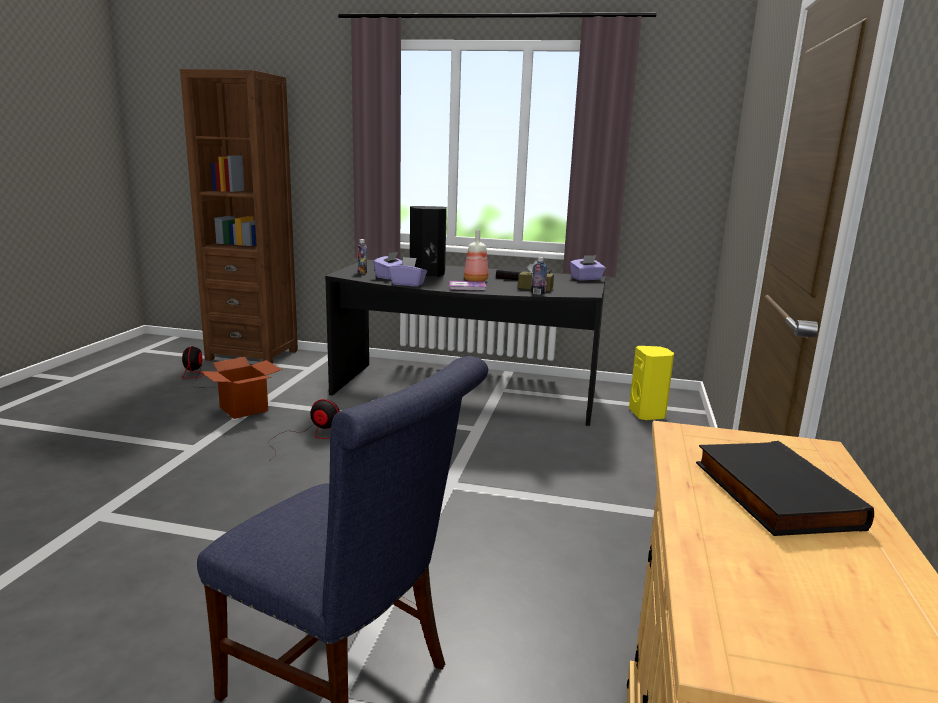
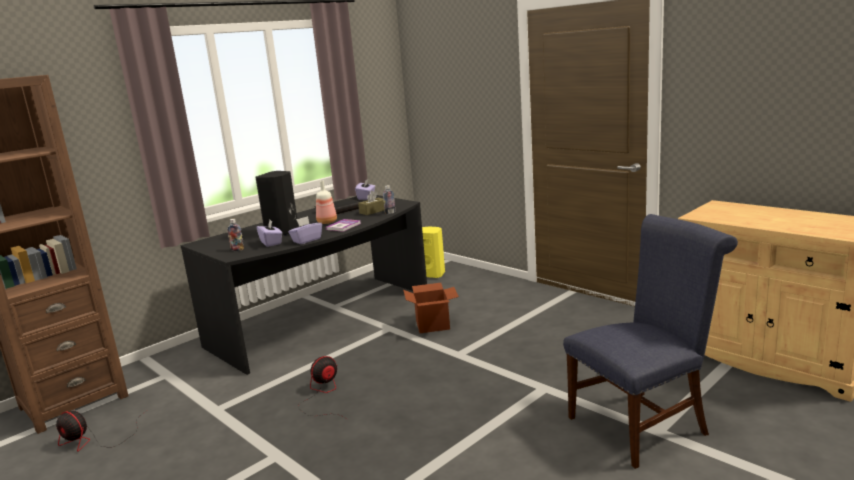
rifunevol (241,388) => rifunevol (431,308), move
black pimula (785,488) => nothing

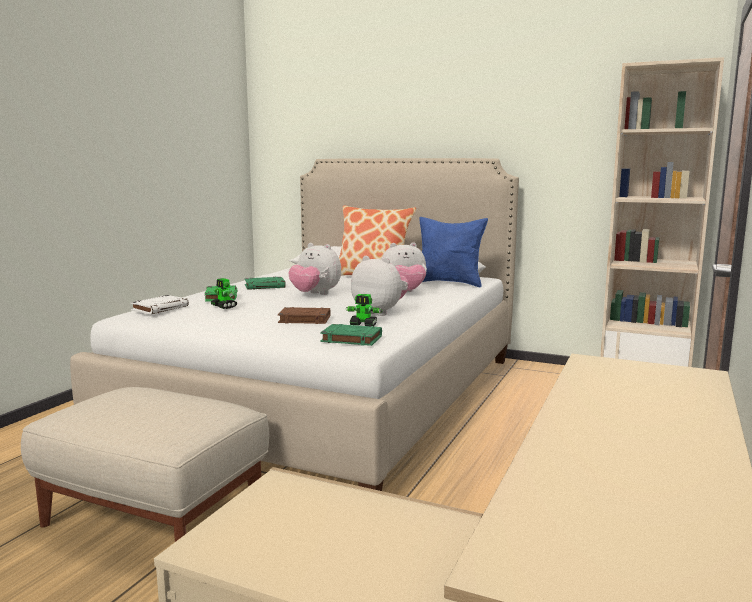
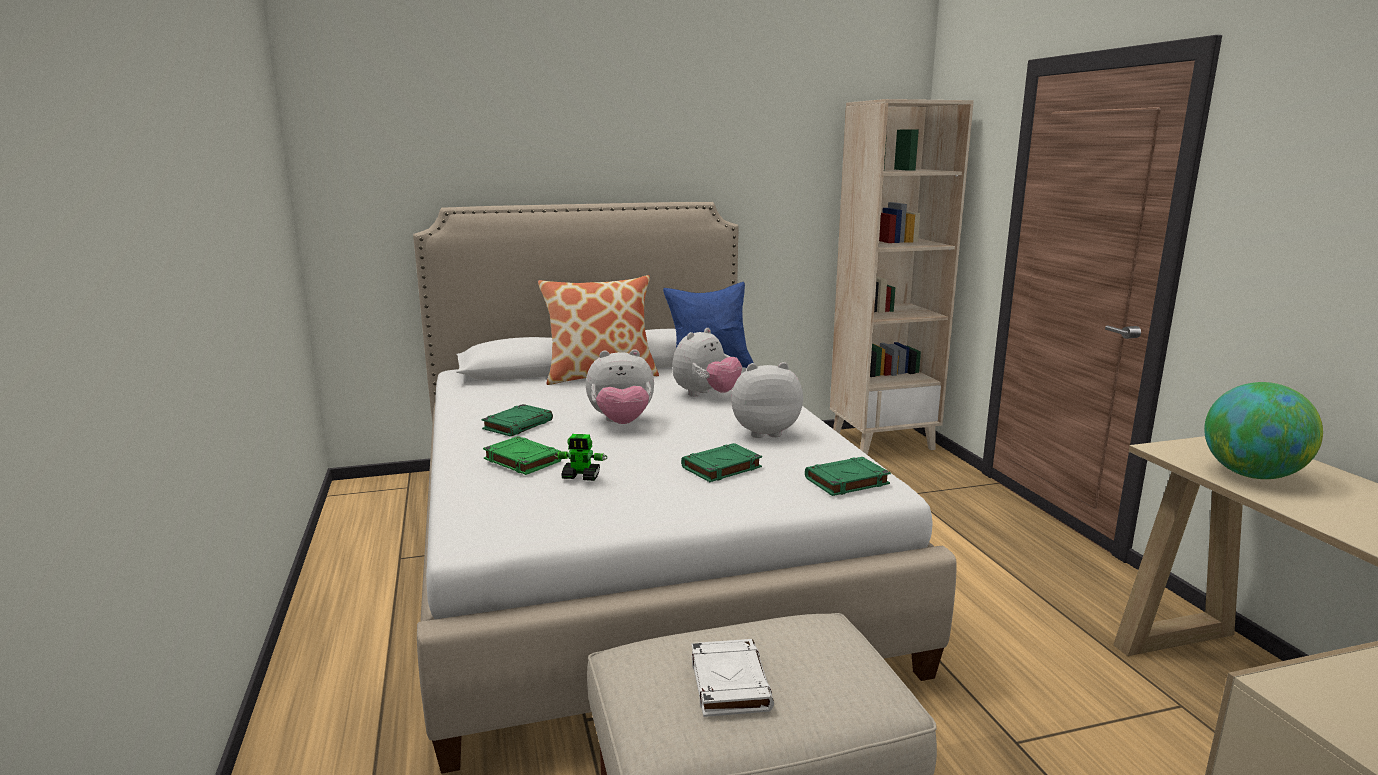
brown pimula (304,315) => green pimula (721,462)
white pimula (160,304) => white pimula (733,678), move
nothing => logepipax (1263,430)
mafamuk (364,310) => nothing

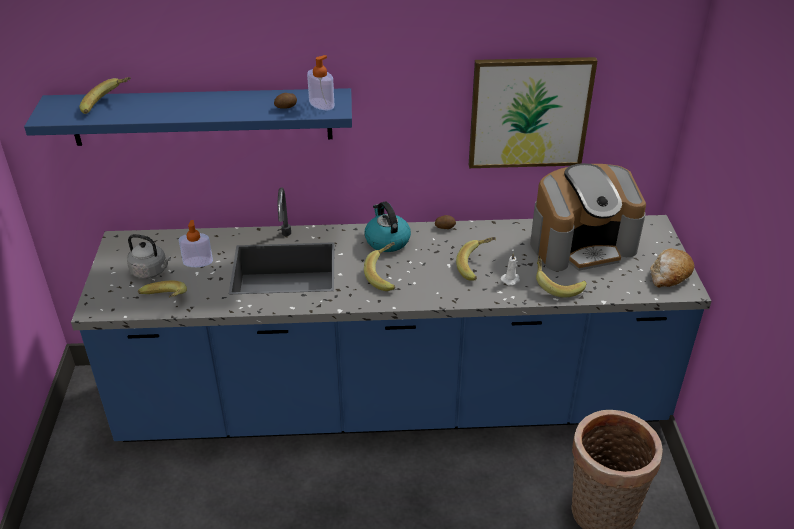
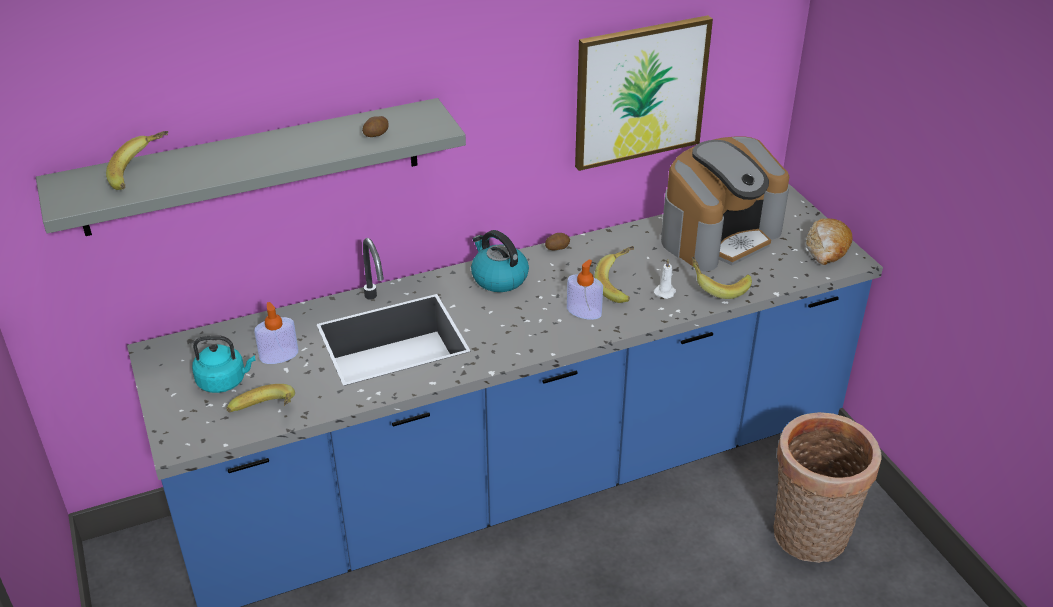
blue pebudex (188,117) => grey pebudex (251,167)
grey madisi (149,256) => turquoise madisi (224,364)
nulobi (320,82) => nulobi (585,290), move
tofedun (379,266) => nothing

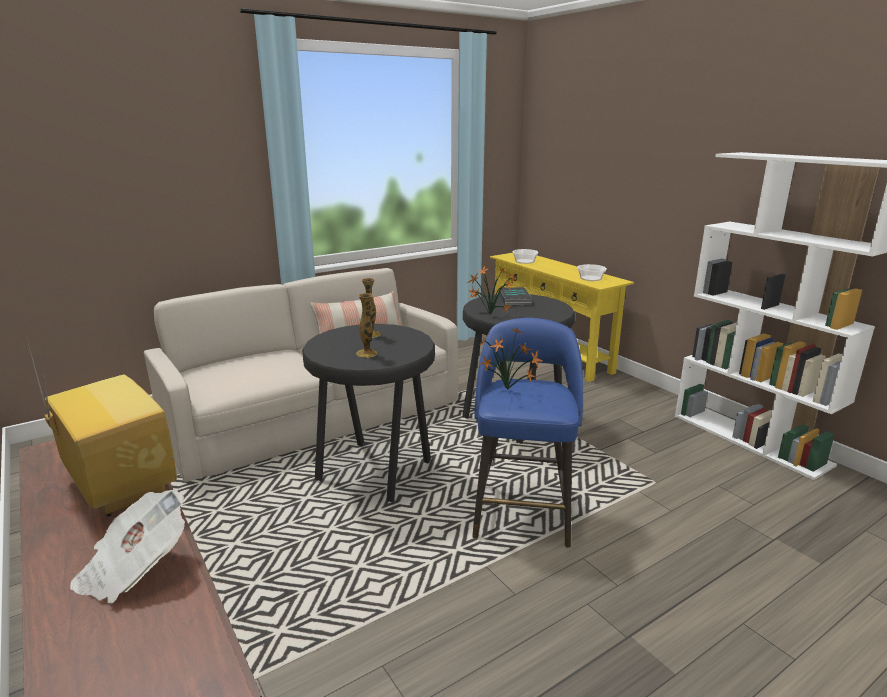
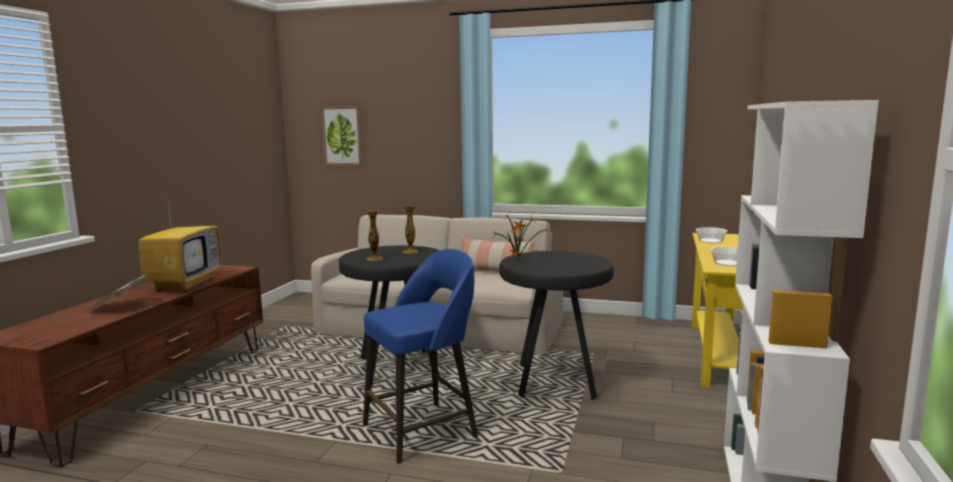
nothing => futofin (342,135)
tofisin (511,358) => nothing
pimula (515,296) => nothing

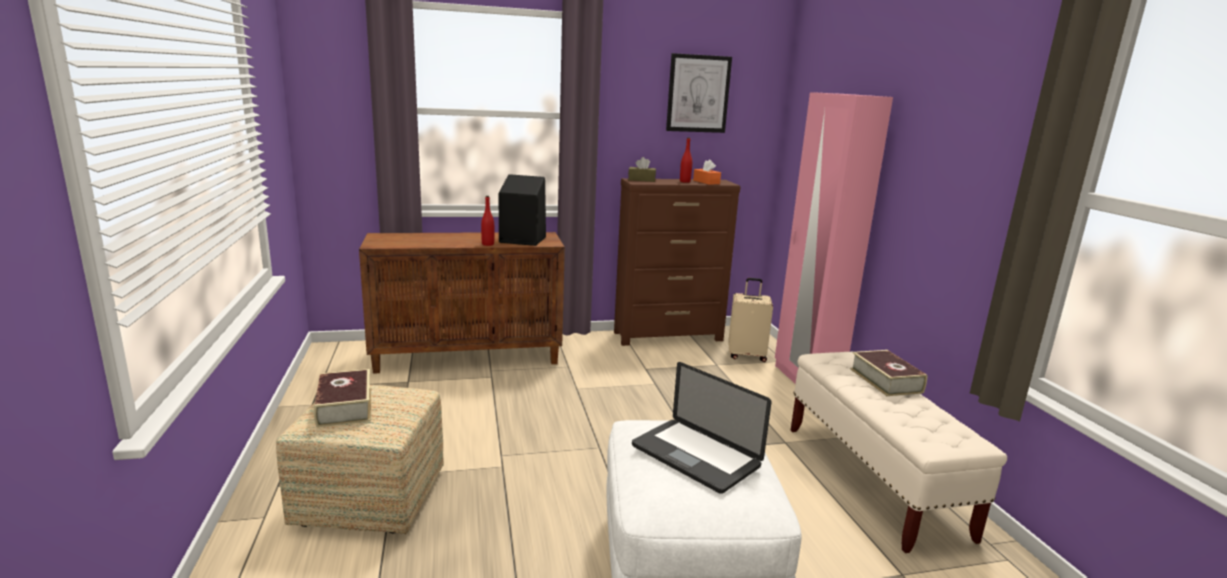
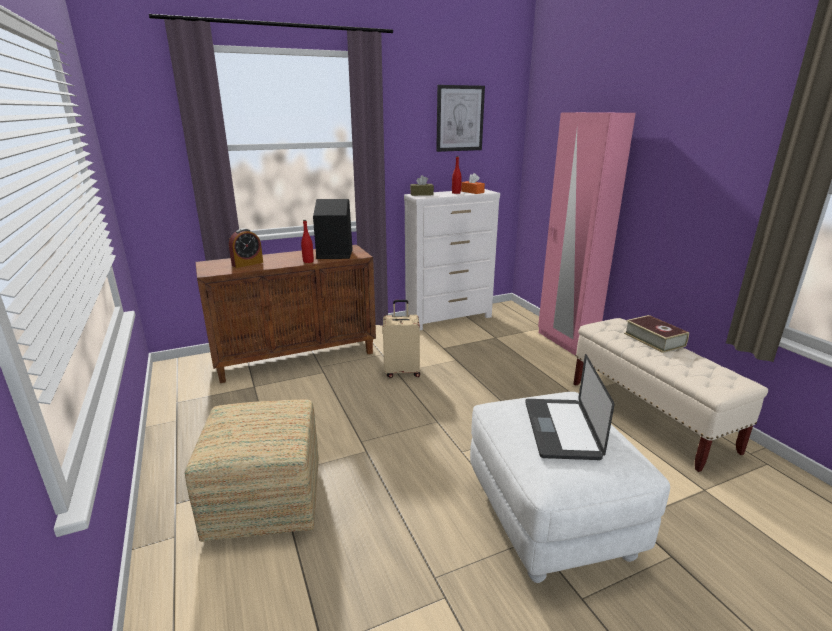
nothing => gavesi (246,248)
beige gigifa (750,320) => beige gigifa (401,339), move
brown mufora (677,262) => white mufora (452,259)
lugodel (701,428) => lugodel (569,407), 60 degrees clockwise
pimula (342,398) => nothing

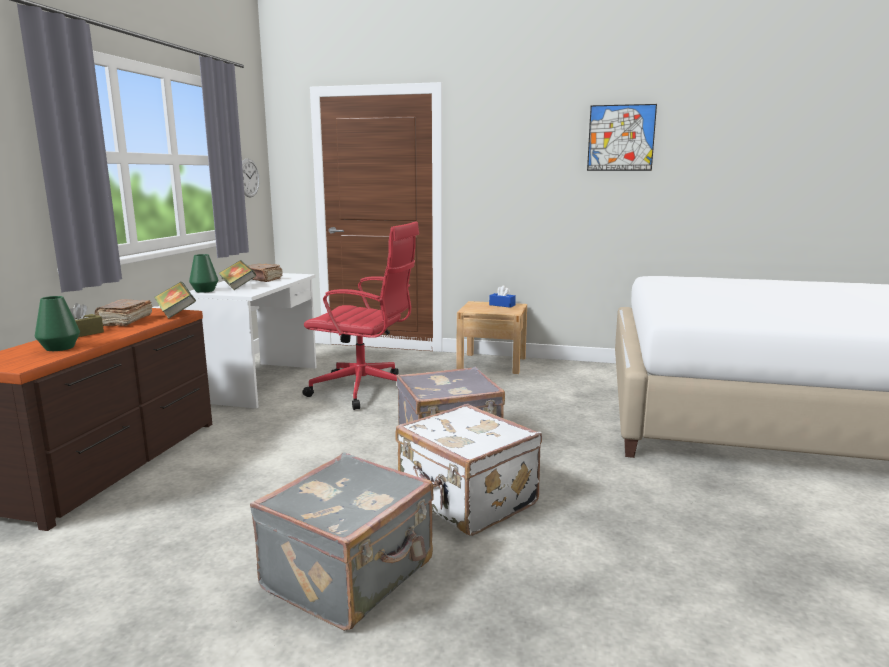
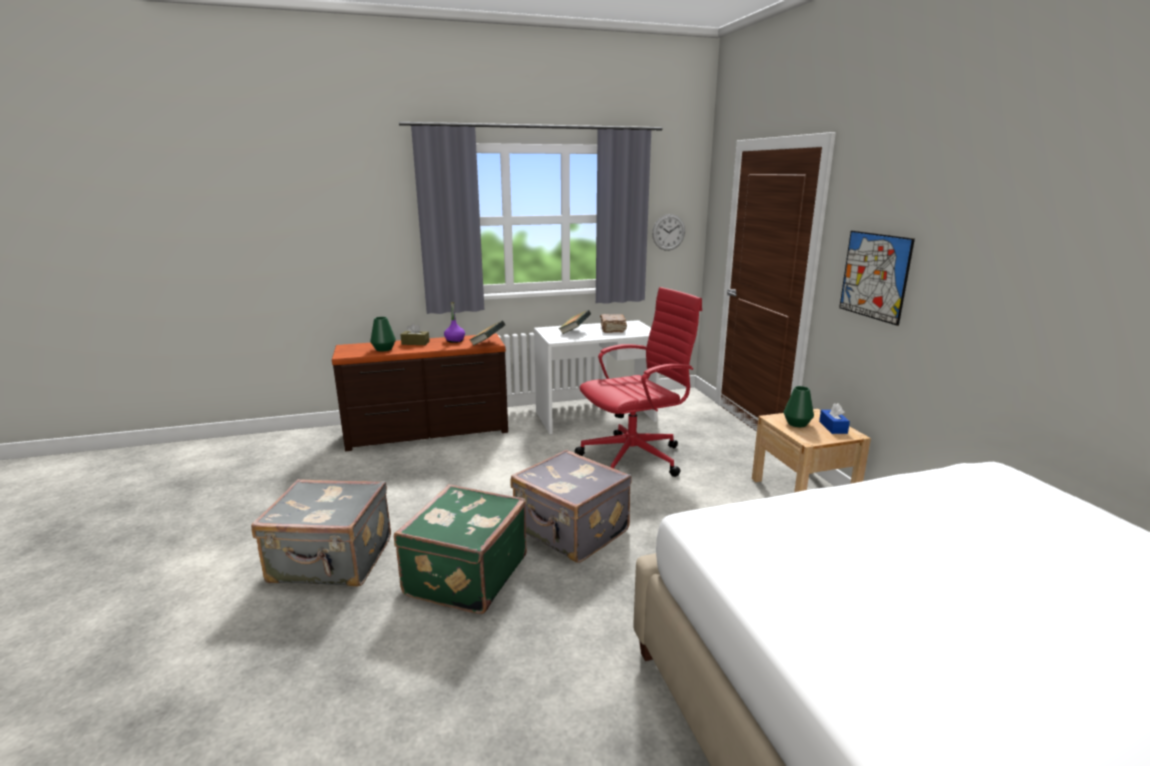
white gigifa (469,470) => green gigifa (460,549)
brown pimula (123,312) => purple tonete (454,322)
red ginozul (360,315) => red ginozul (638,382), 105 degrees counterclockwise
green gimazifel (203,273) => green gimazifel (799,406), move
futofin (622,137) => futofin (877,278), move

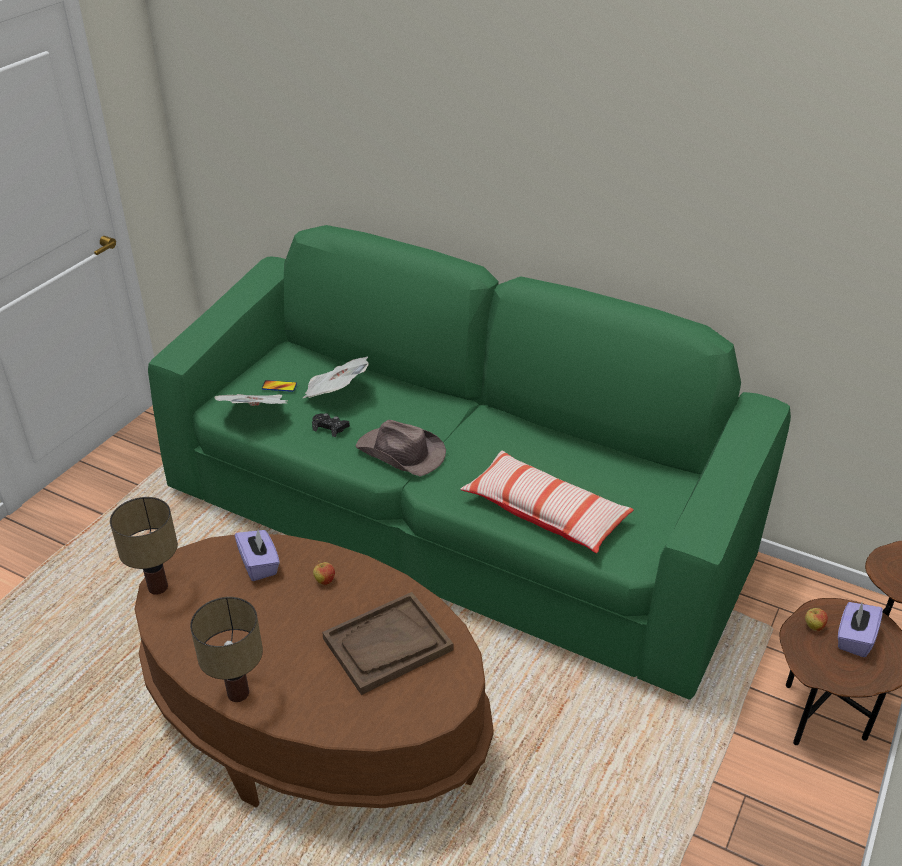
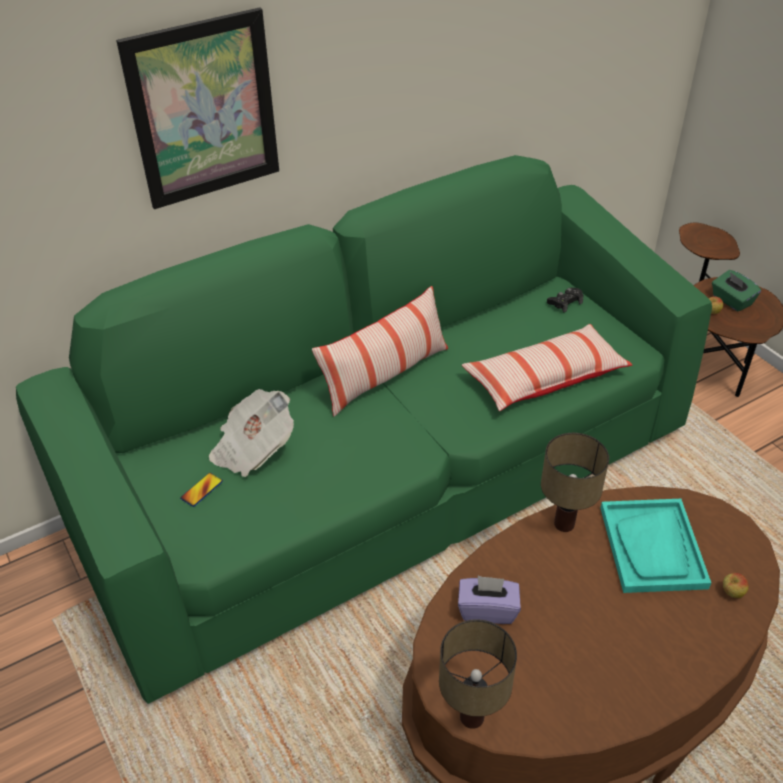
nothing => futofin (197,108)
nothing => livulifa (380,351)
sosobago (226,649) => sosobago (575,482), move
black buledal (331,425) => black buledal (565,300), move
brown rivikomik (387,643) => turquoise rivikomik (655,546)
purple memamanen (860,629) => green memamanen (736,291)
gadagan (324,573) => gadagan (736,585), move
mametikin (251,400) => nothing
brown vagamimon (401,448) => nothing

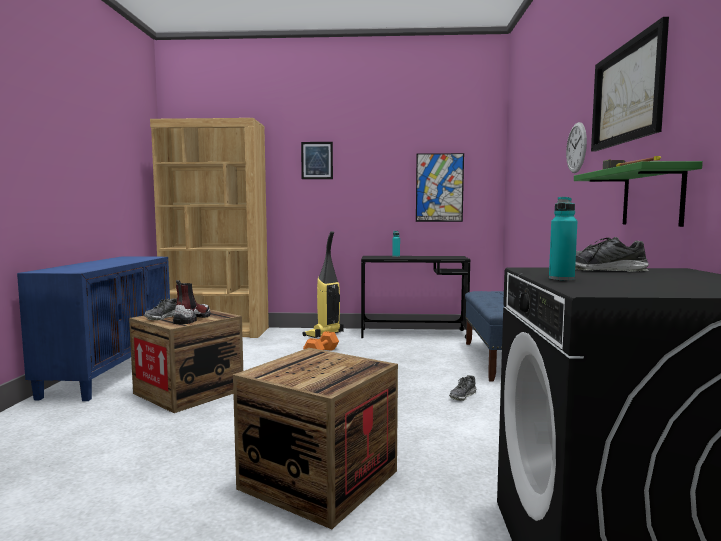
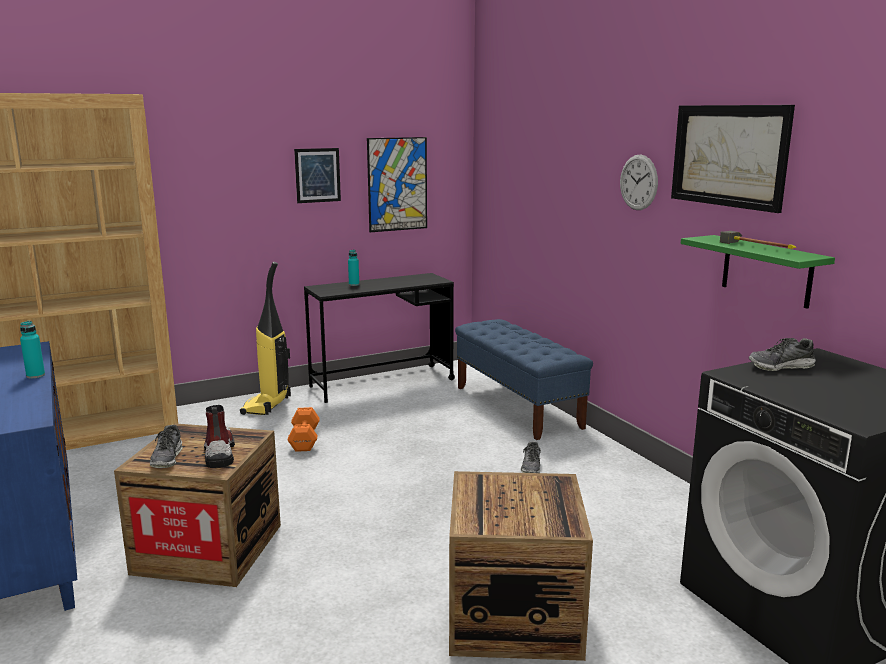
turquoise tonete (563,238) => turquoise tonete (32,350), move
futofin (317,160) => futofin (317,175), move

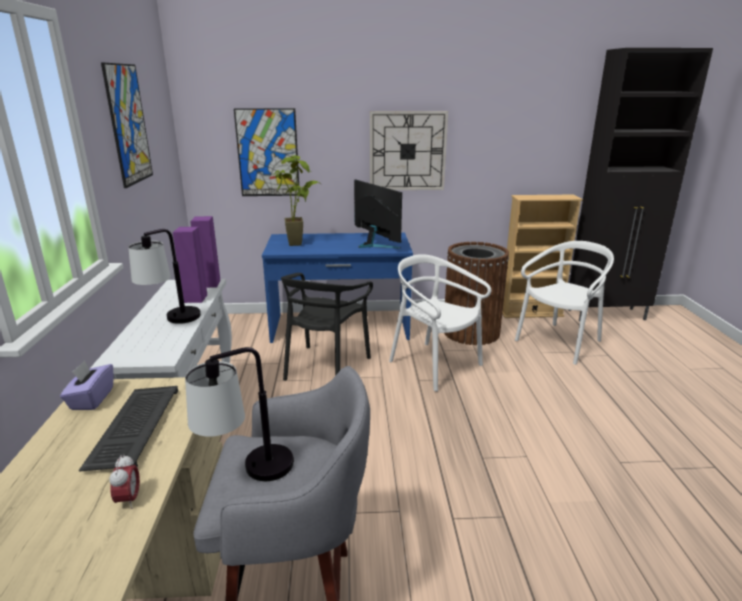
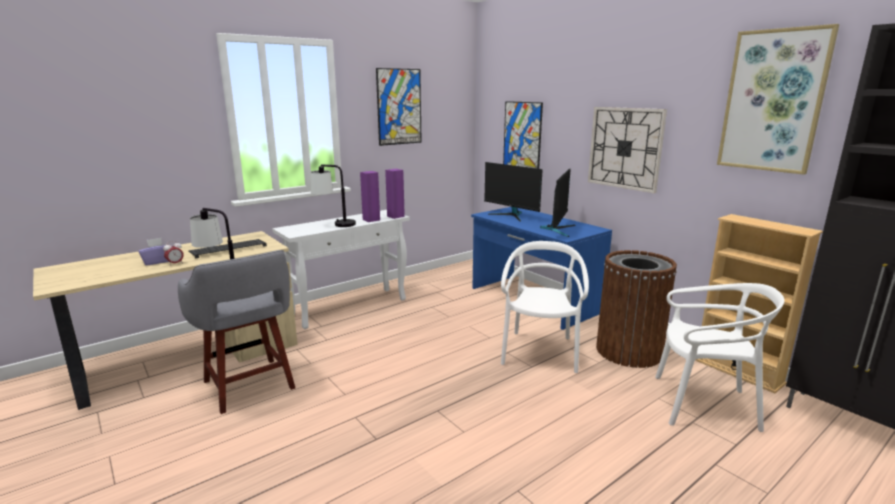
purple memamanen (87,385) => purple memamanen (154,251), move
tofisin (297,200) => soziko (513,191)
nothing => futofin (778,99)
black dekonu (327,327) => nothing

